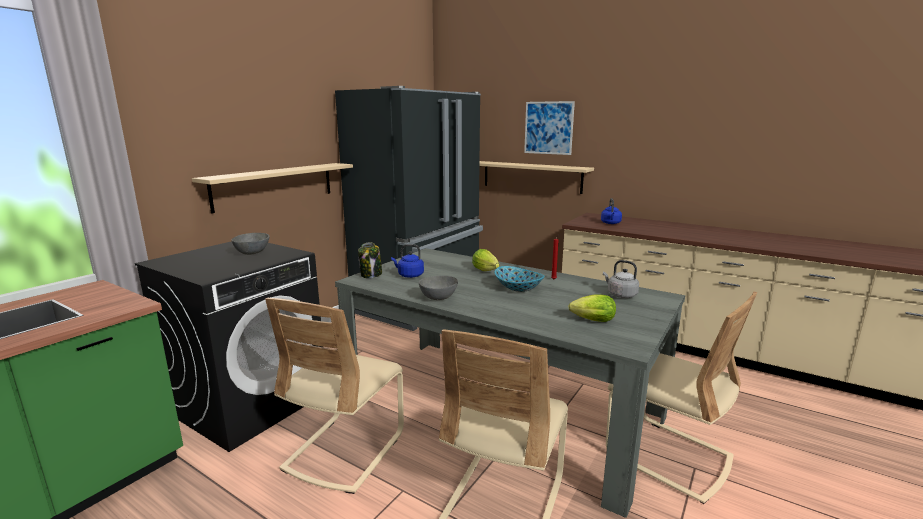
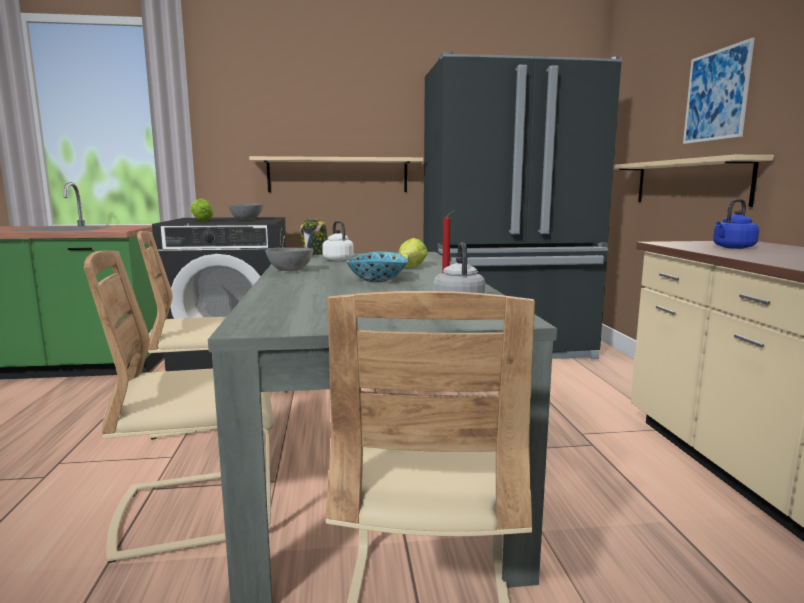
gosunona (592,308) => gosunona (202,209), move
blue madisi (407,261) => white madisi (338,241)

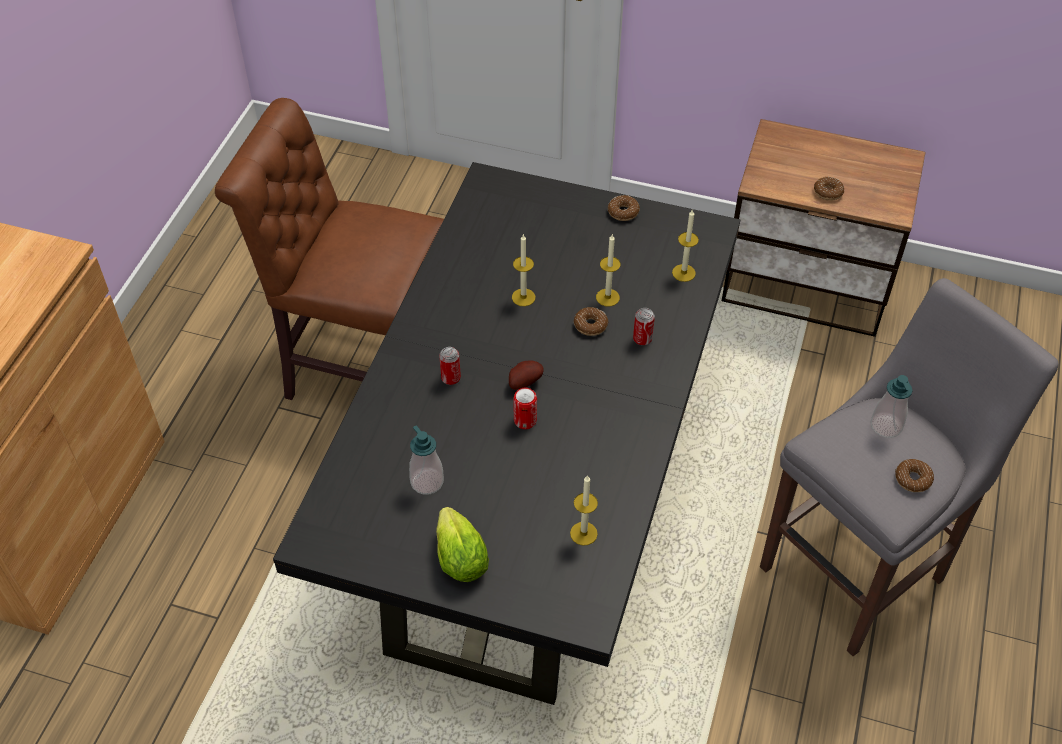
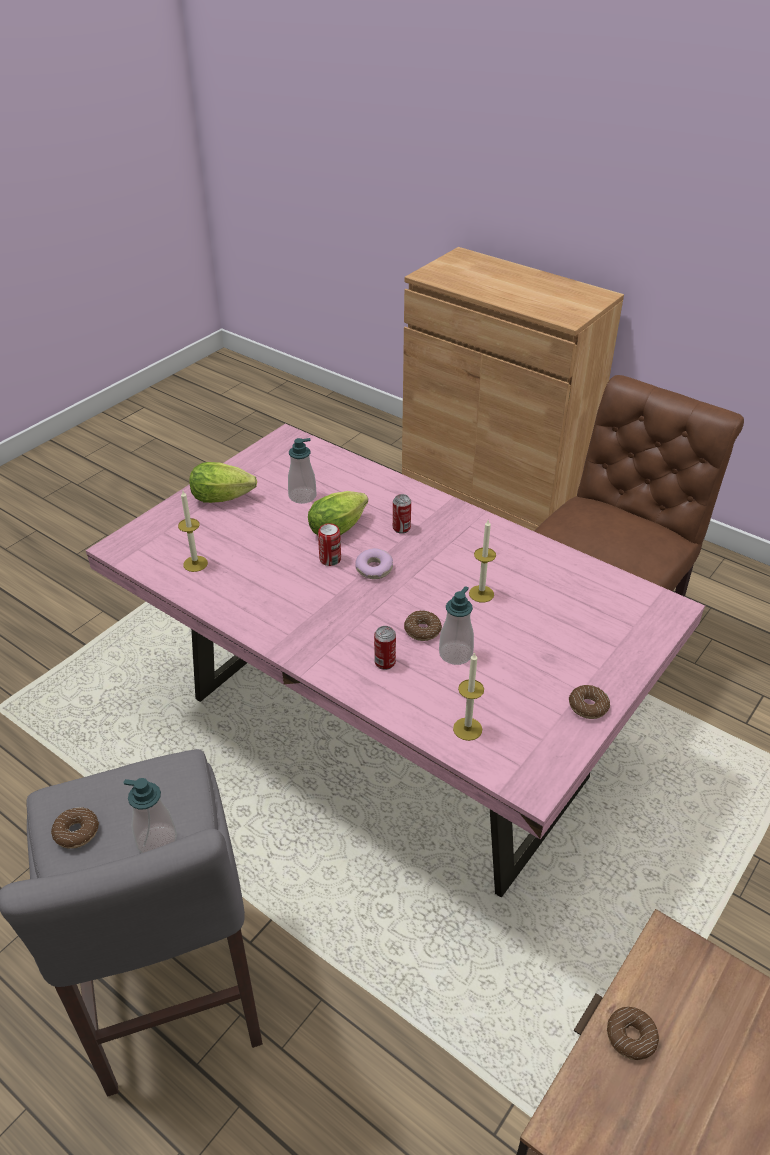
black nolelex (507,433) => pink nolelex (395,661)
nothing => gosunona (338,513)
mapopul (526,375) => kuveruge (374,563)
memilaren (608,270) => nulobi (456,625)

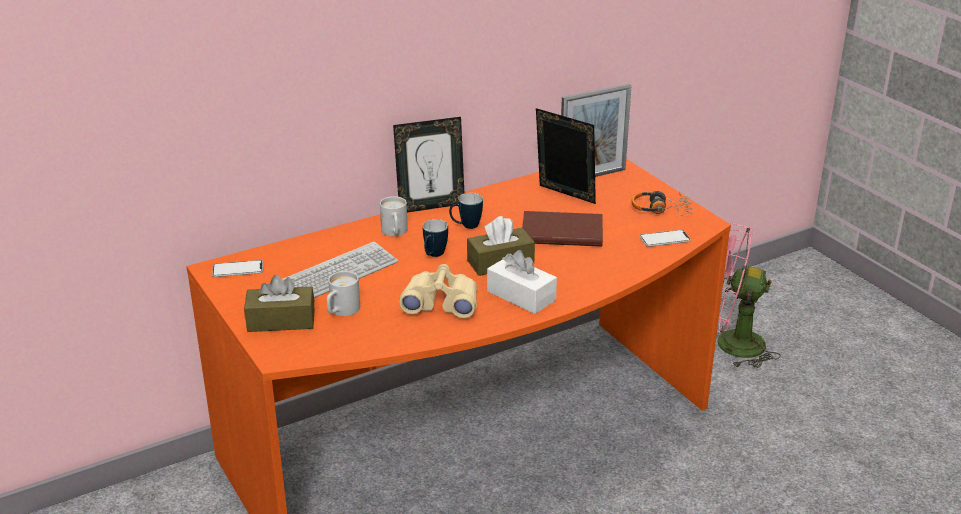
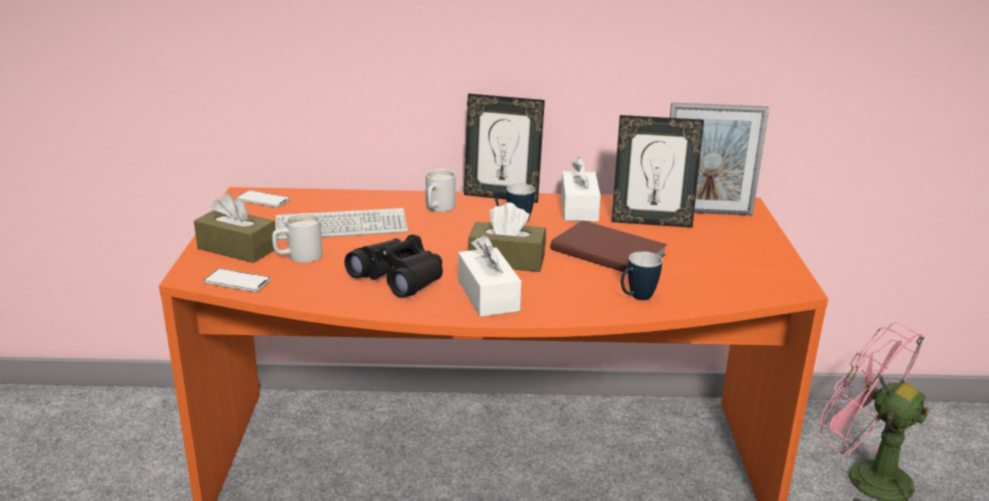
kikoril (665,238) => kikoril (237,280), move
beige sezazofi (438,291) => black sezazofi (393,266)
nothing => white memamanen (581,189)
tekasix (566,156) => tekasix (657,171), 120 degrees clockwise
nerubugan (435,238) => nerubugan (641,275), move
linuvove (662,203) => nothing

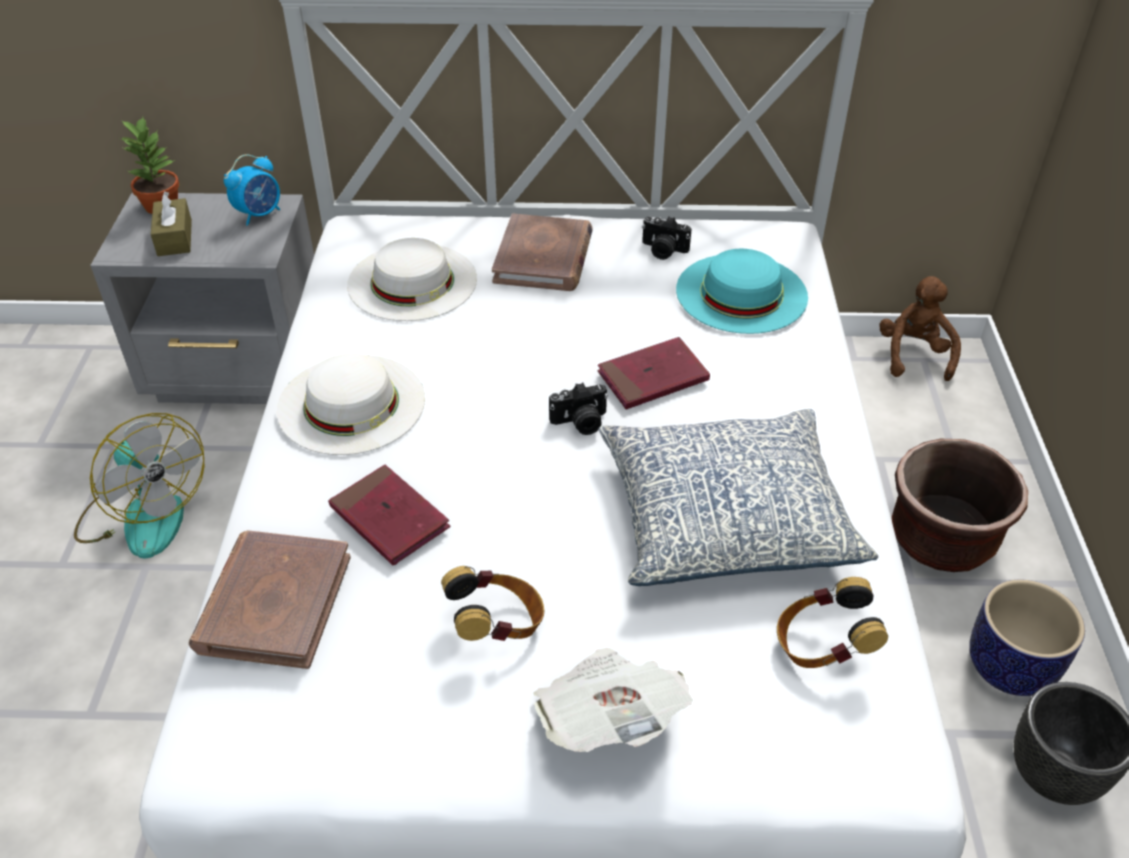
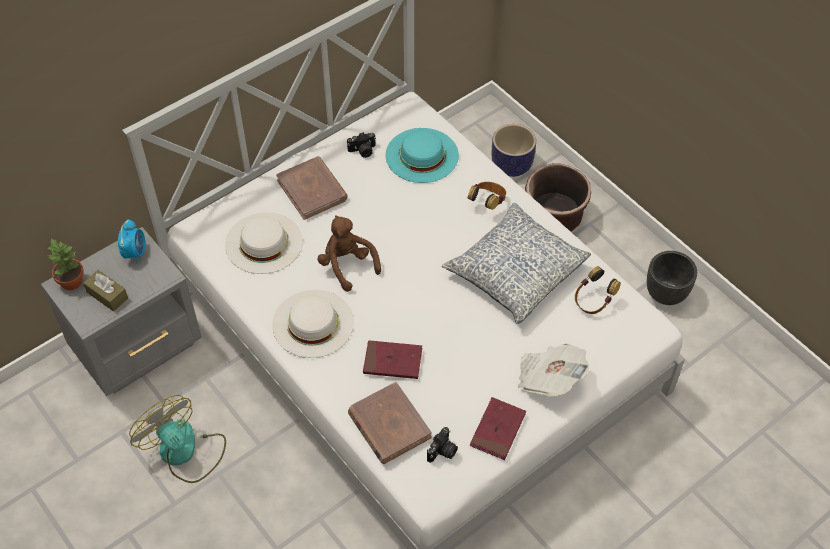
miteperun (139,485) => miteperun (177,439), 135 degrees counterclockwise
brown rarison (920,328) => brown rarison (349,253), move
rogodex (578,408) => rogodex (442,445), move
linuvove (492,603) => linuvove (487,196), move
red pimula (654,373) => red pimula (498,428), move
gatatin (1027,638) => gatatin (514,150), move

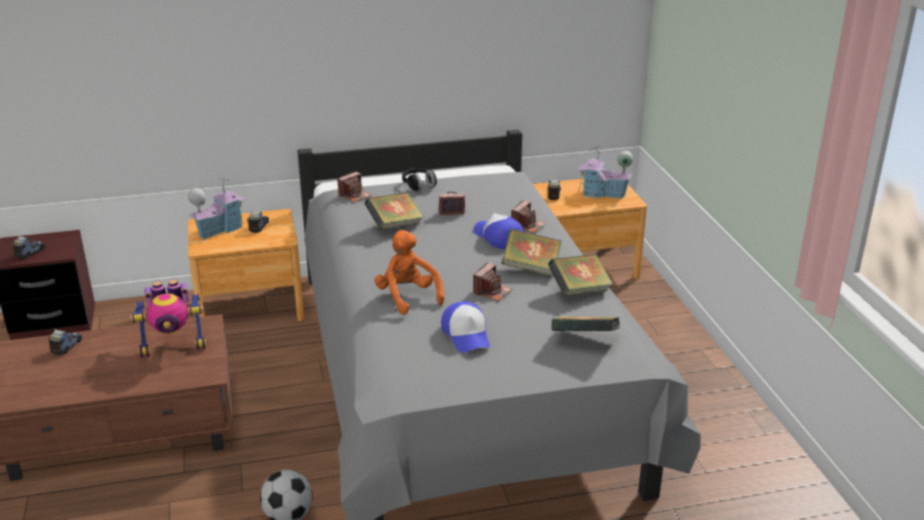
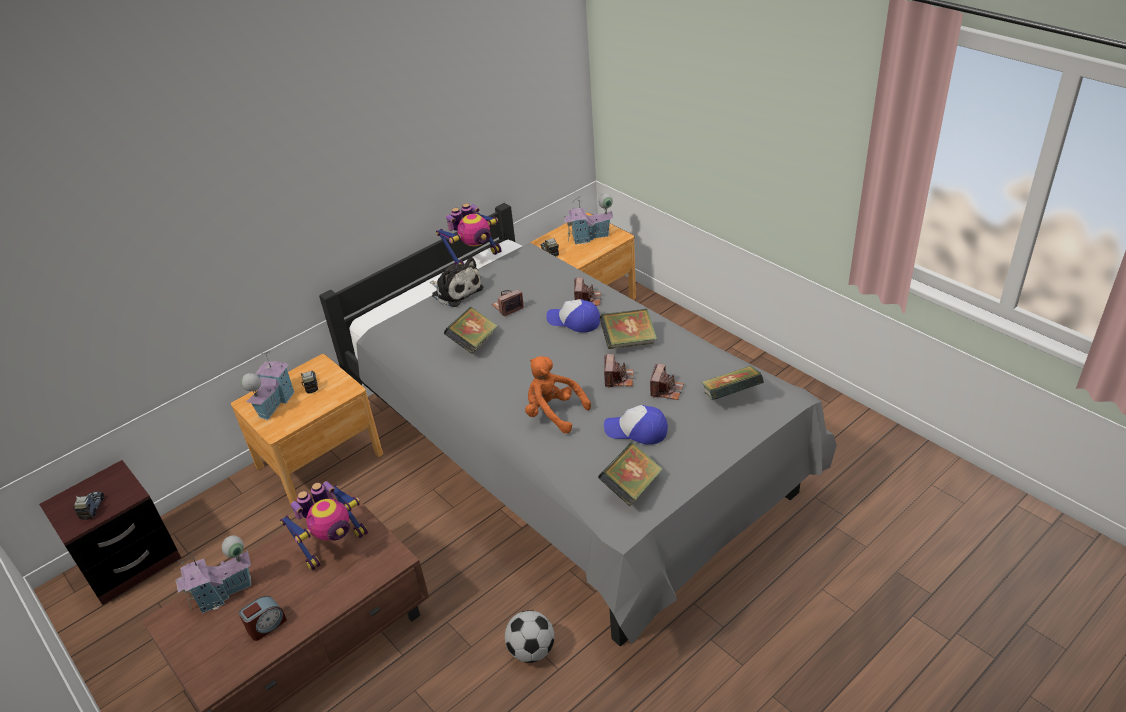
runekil (65,342) => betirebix (213,574)
nothing => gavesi (263,618)
black linuvove (419,179) => rarison (456,282)
nothing => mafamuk (469,234)
pimula (580,275) => pimula (630,474), move
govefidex (465,327) => govefidex (636,425), 150 degrees clockwise
rogodex (354,187) => rogodex (667,381), move

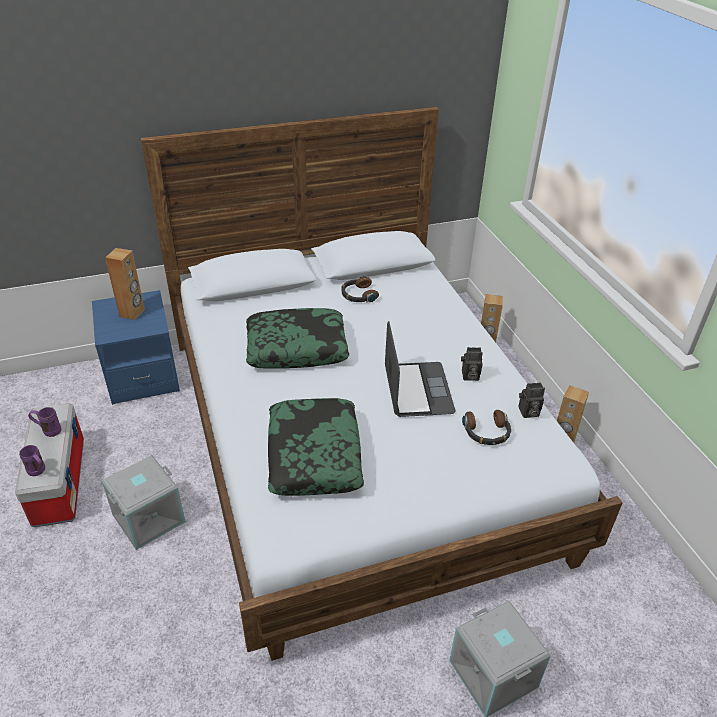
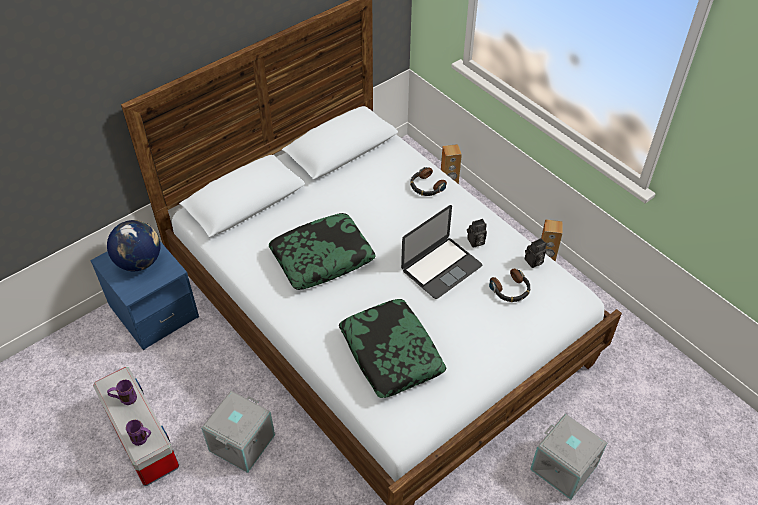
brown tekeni (125,284) => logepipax (133,245)
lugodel (420,369) => lugodel (441,252), 75 degrees clockwise
linuvove (360,289) => linuvove (428,181), move

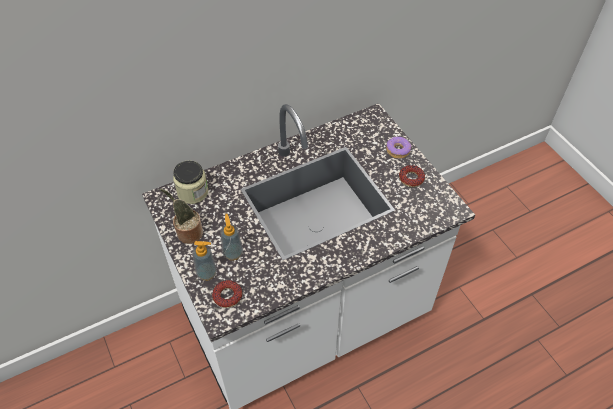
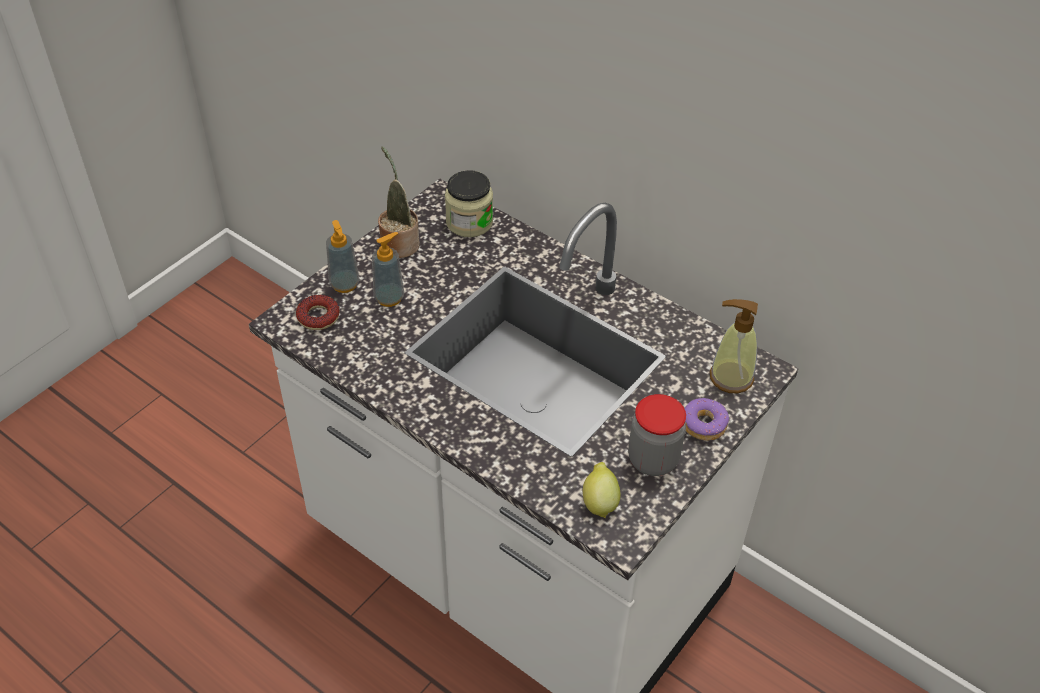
nothing => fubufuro (601,490)
kuveruge (412,176) => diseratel (657,435)
nothing => nulobi (734,346)

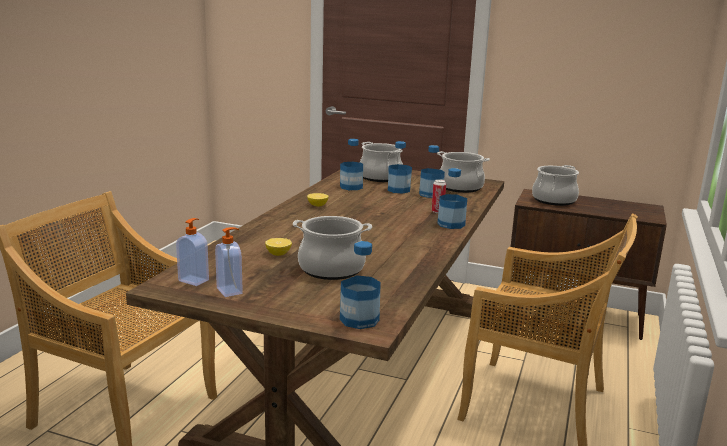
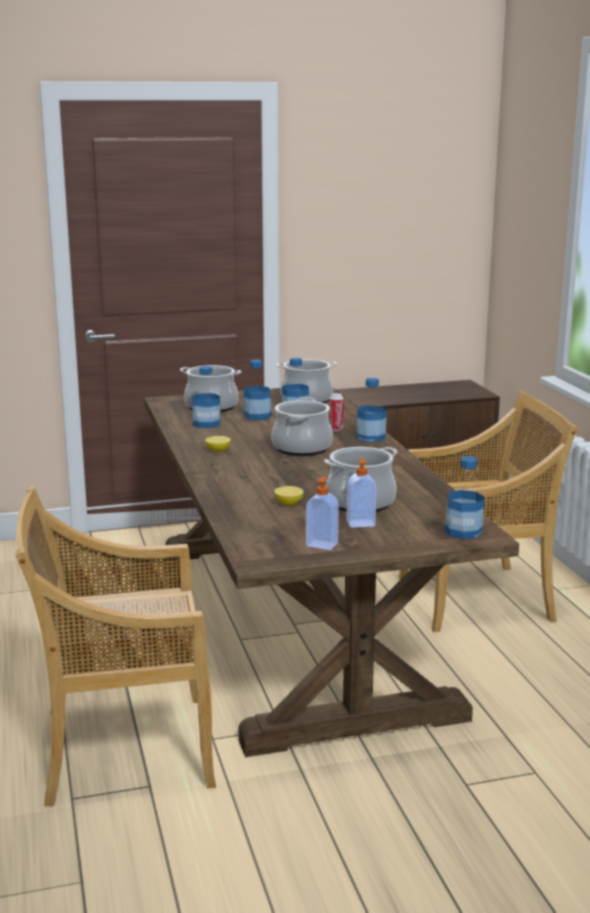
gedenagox (555,185) => gedenagox (302,426), move
nulobi (192,252) => nulobi (361,493), move

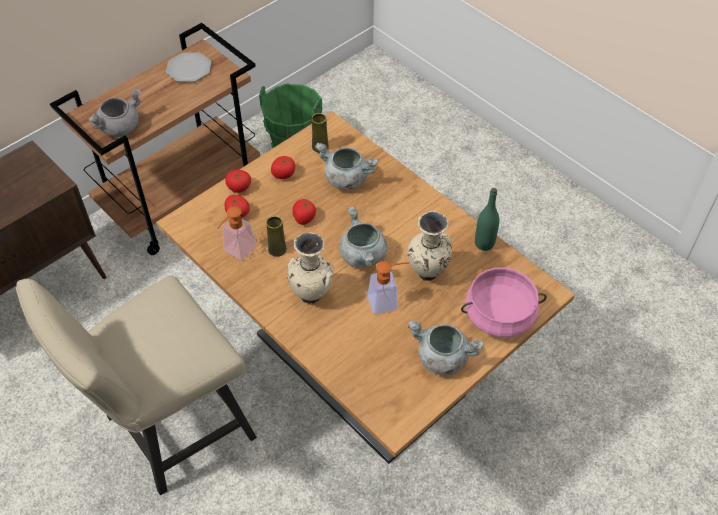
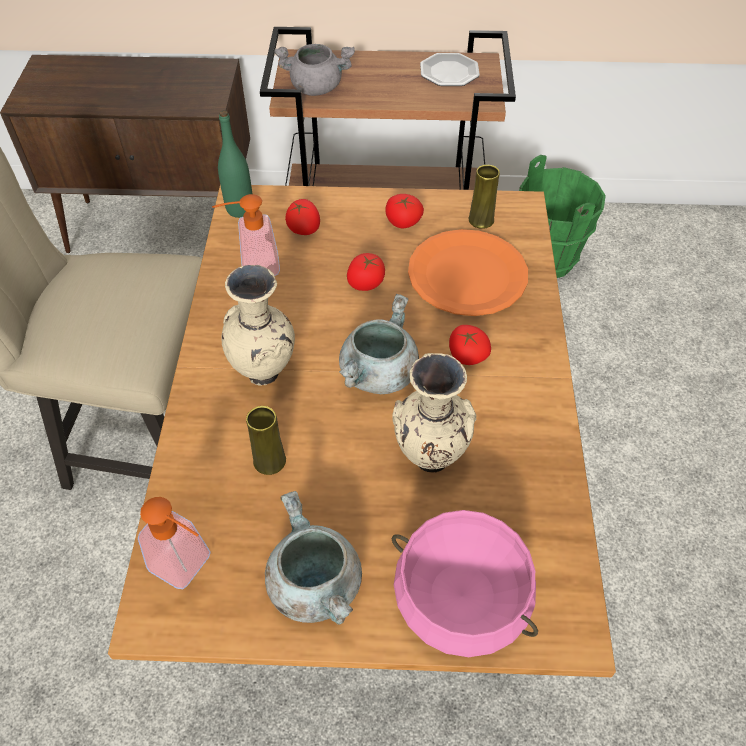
nulobi (388,287) => nulobi (174,543), move
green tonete (487,219) => green tonete (235,164), move
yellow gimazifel (276,236) => yellow gimazifel (266,440), move
grey gedenagox (346,166) => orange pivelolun (468,272)
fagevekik (238,181) => fagevekik (470,345), move

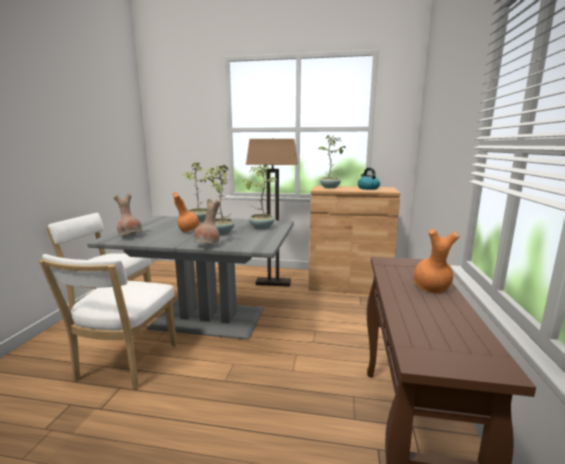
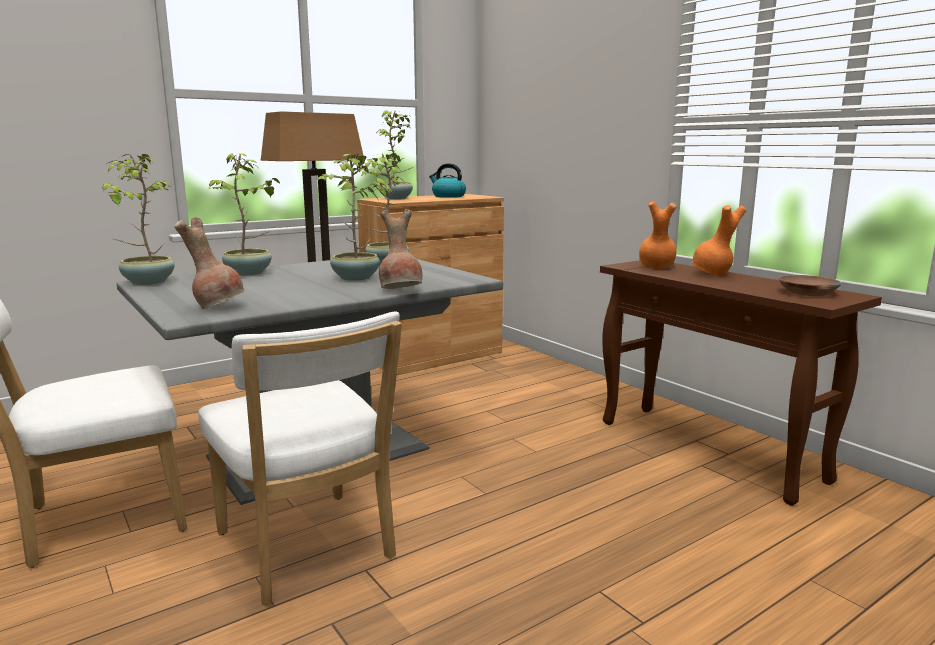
nothing => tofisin (138,219)
orange gimazifel (186,212) => orange gimazifel (657,235), move
nothing => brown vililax (810,285)

